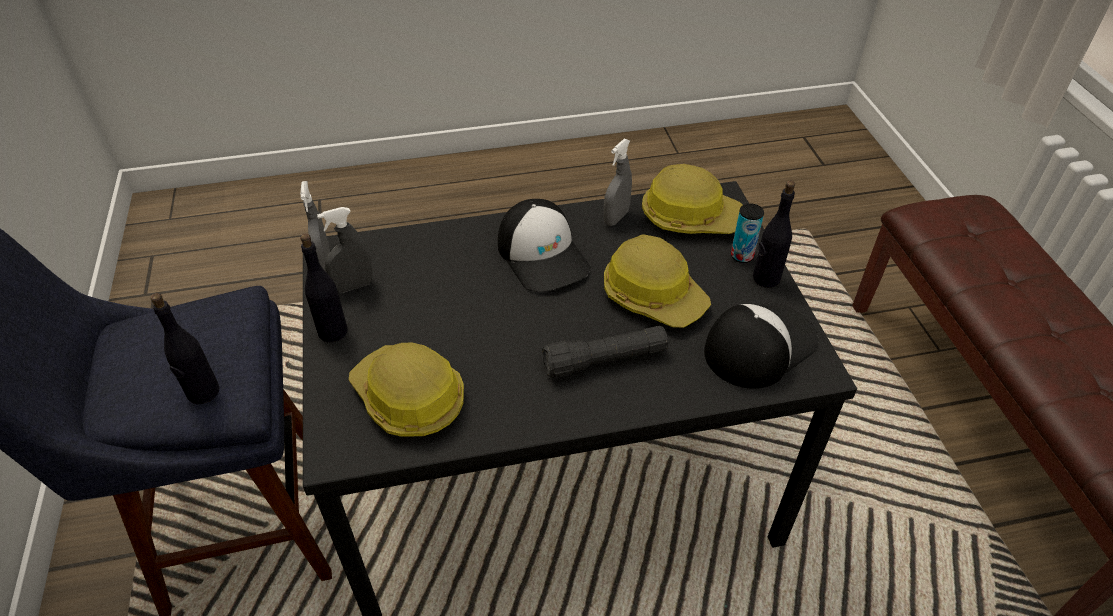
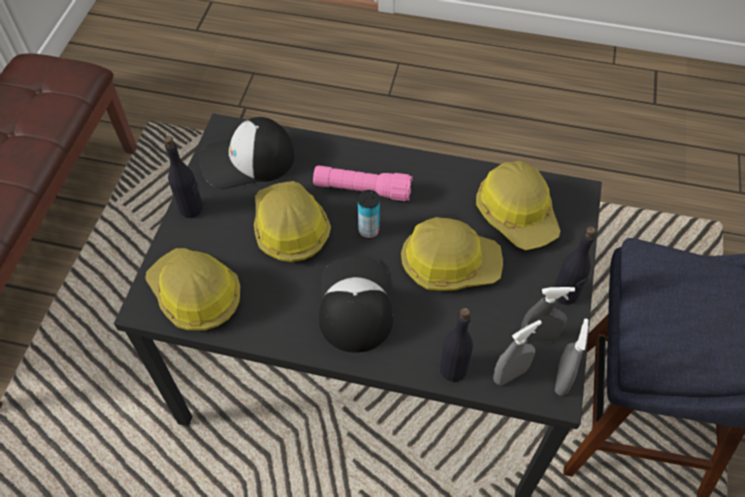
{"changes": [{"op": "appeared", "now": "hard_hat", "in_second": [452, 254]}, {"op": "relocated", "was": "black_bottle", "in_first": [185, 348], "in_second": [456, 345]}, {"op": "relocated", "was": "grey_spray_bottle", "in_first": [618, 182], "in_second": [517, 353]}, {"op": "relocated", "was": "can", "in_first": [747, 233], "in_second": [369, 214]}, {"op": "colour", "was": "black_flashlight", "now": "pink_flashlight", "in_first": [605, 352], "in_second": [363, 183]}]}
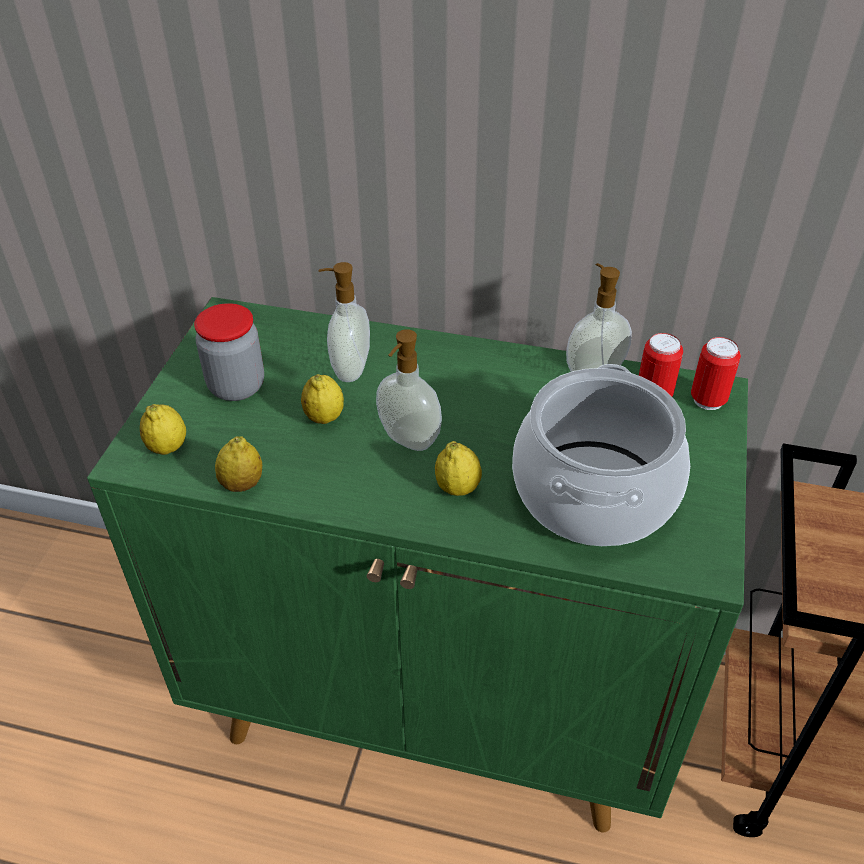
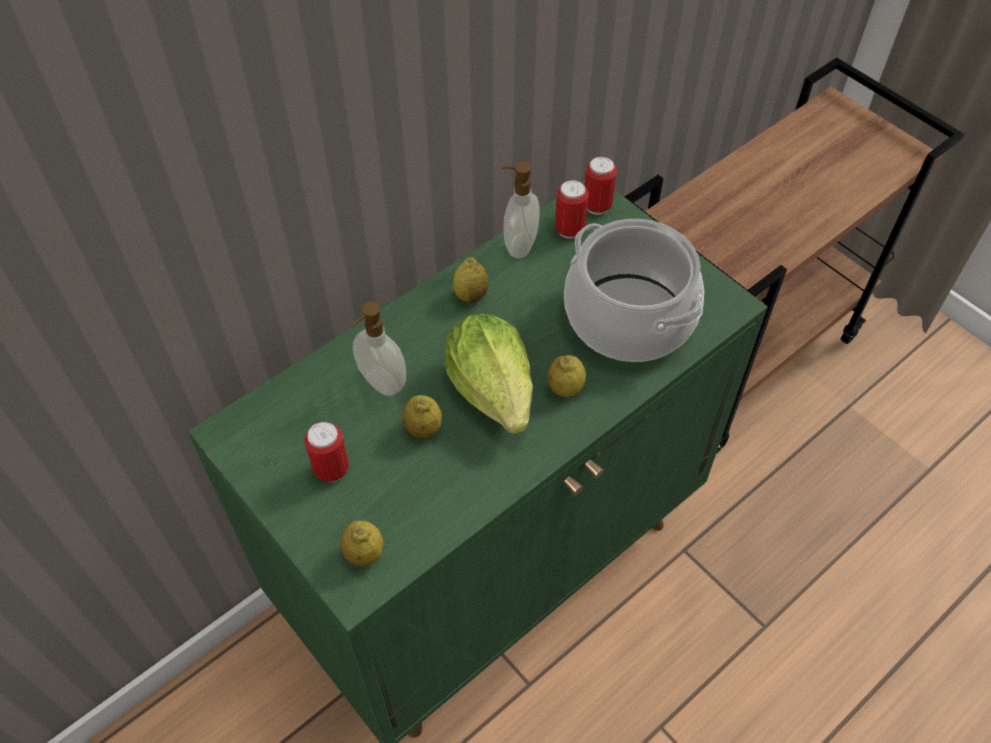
{"changes": [{"op": "relocated", "was": "lemon", "in_first": [238, 464], "in_second": [470, 280]}, {"op": "exchanged", "was": "jar", "now": "can", "in_first": [229, 352], "in_second": [326, 451]}, {"op": "exchanged", "was": "soap_dispenser", "now": "lettuce", "in_first": [409, 390], "in_second": [488, 374]}]}
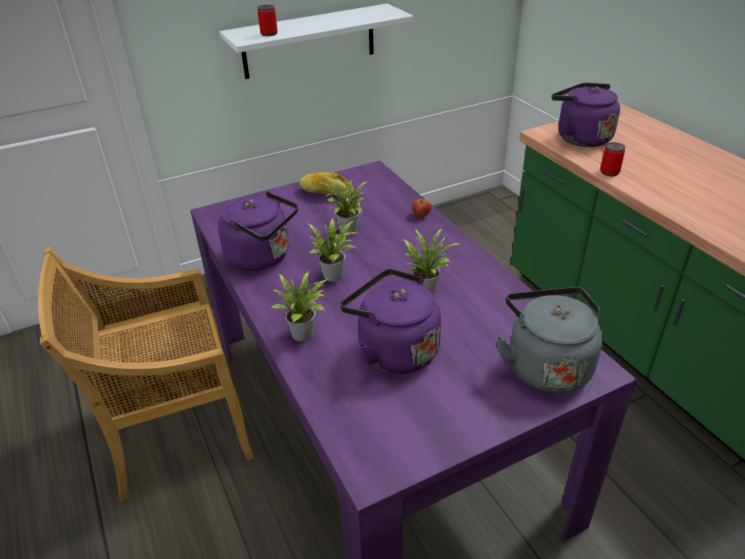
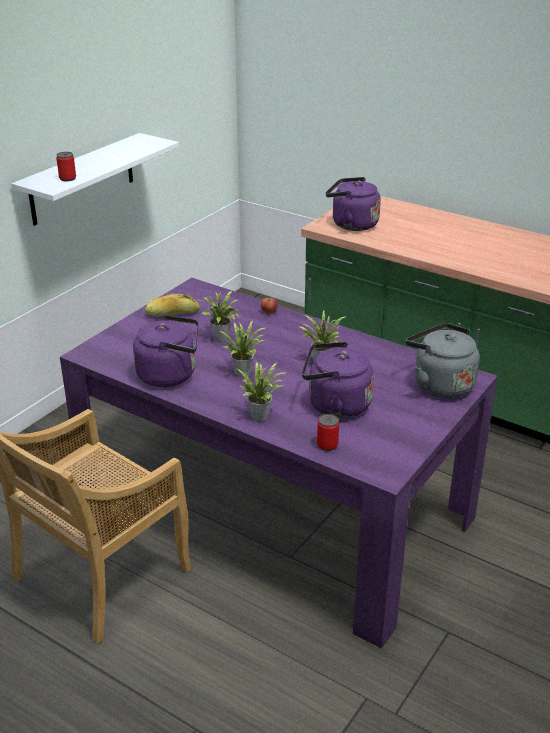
{"changes": [{"op": "relocated", "was": "can", "in_first": [612, 159], "in_second": [328, 432]}]}
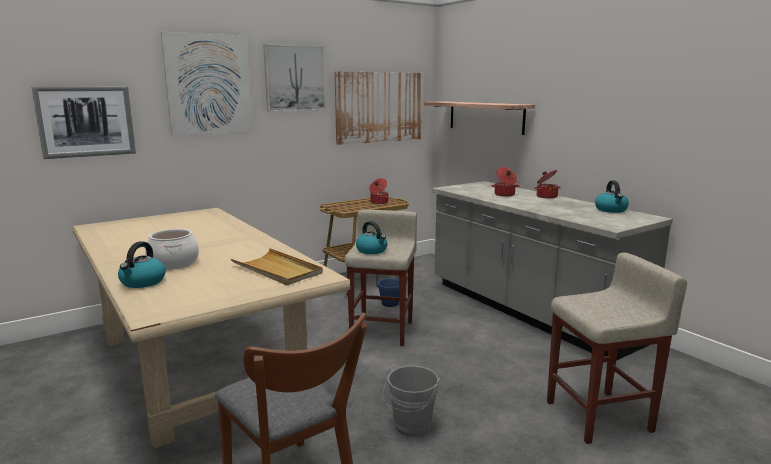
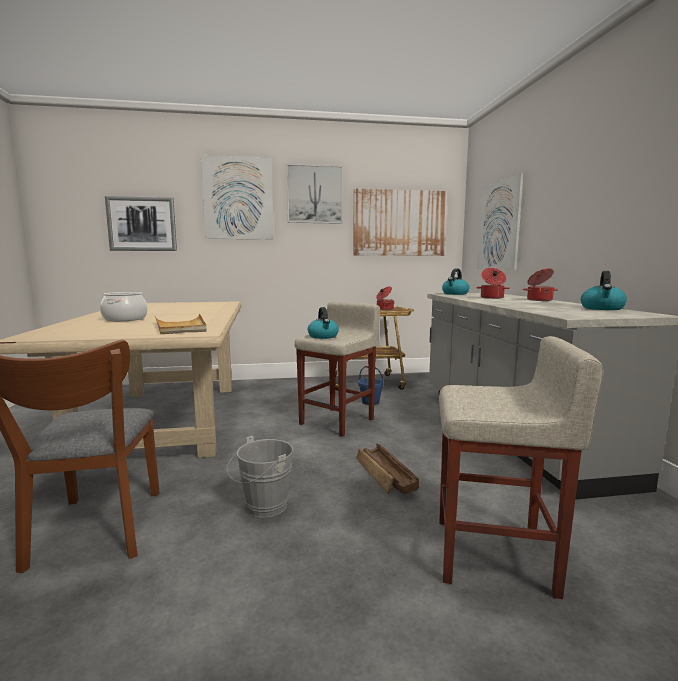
{"changes": [{"op": "appeared", "now": "crate", "in_second": [387, 469]}, {"op": "relocated", "was": "kettle", "in_first": [142, 265], "in_second": [455, 282]}, {"op": "exchanged", "was": "shelf", "now": "picture", "in_first": [479, 118], "in_second": [500, 221]}]}
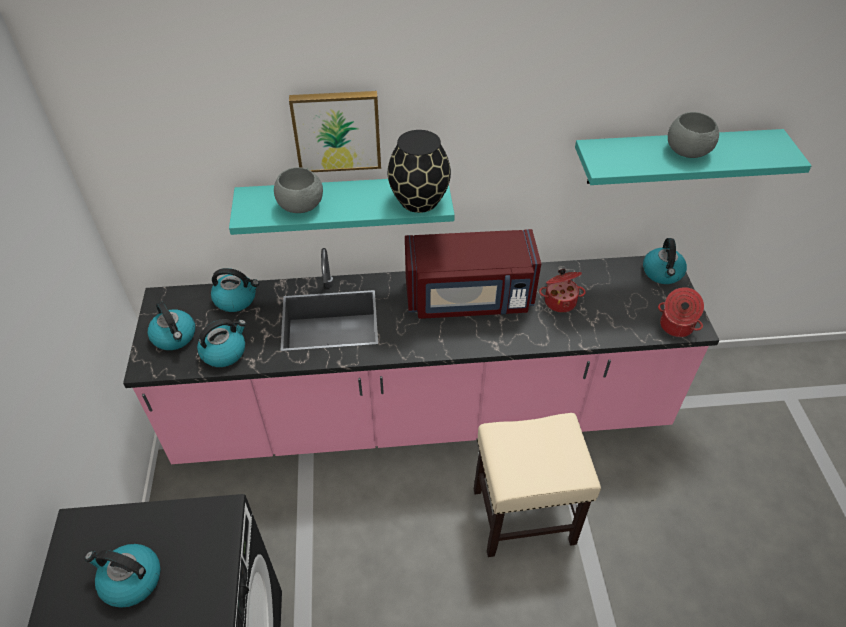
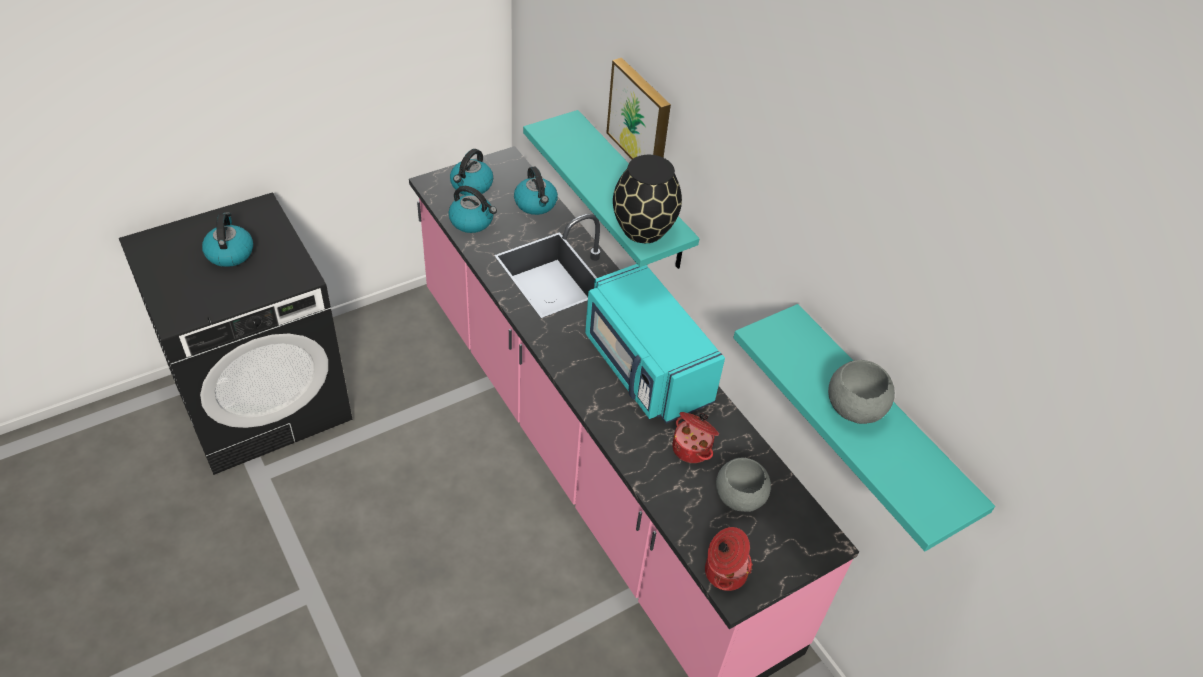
{"changes": [{"op": "missing", "was": "beige_stool", "in_first": [537, 485]}, {"op": "missing", "was": "kettle", "in_first": [665, 261]}, {"op": "relocated", "was": "grey_bowl", "in_first": [298, 190], "in_second": [743, 485]}, {"op": "colour", "was": "red_microwave", "now": "turquoise_microwave", "in_first": [473, 274], "in_second": [655, 344]}]}
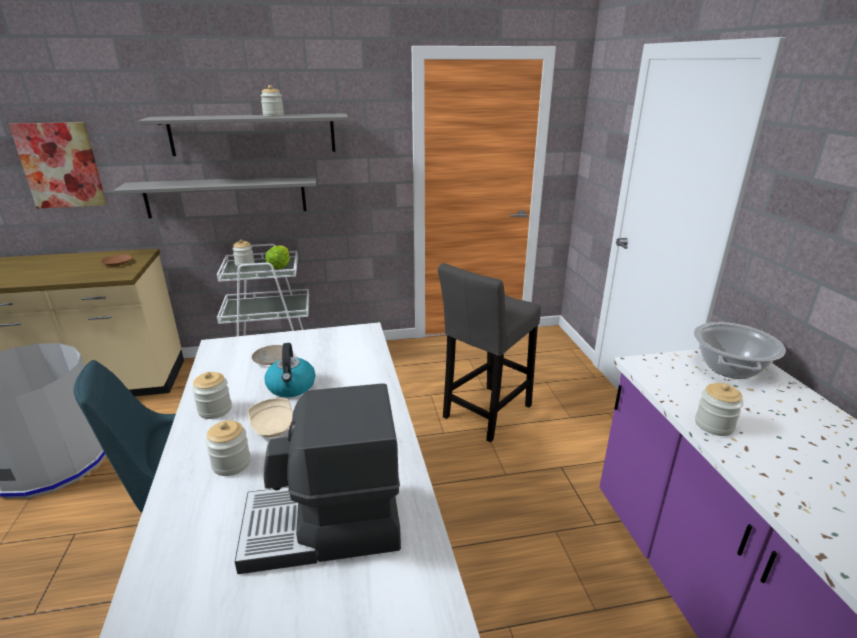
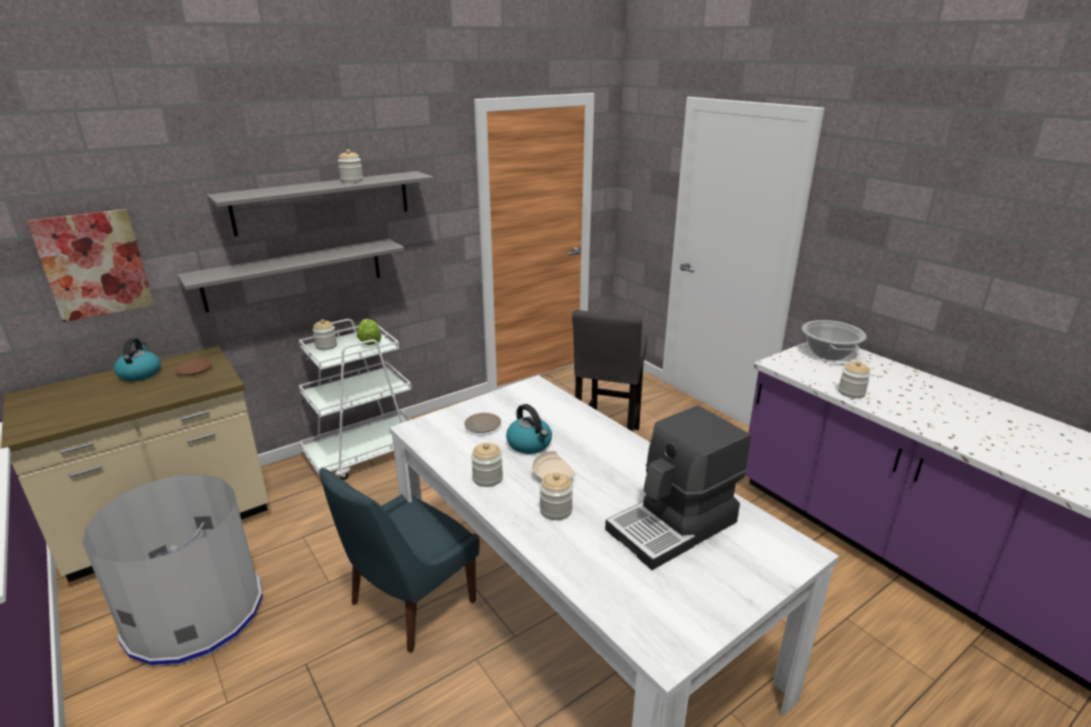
{"changes": [{"op": "appeared", "now": "kettle", "in_second": [137, 359]}]}
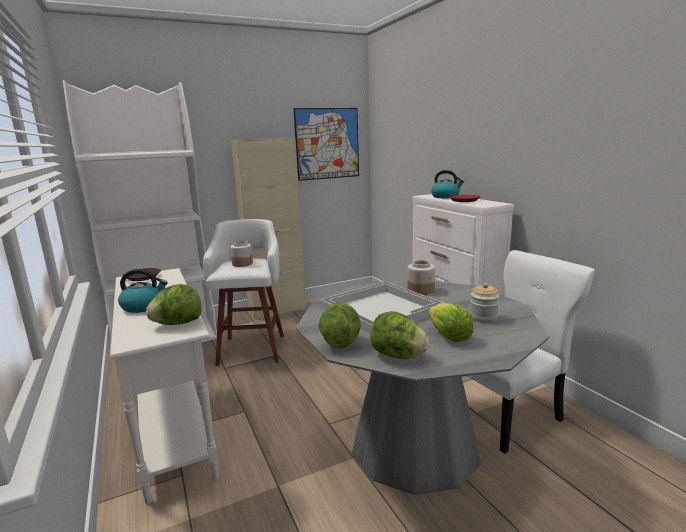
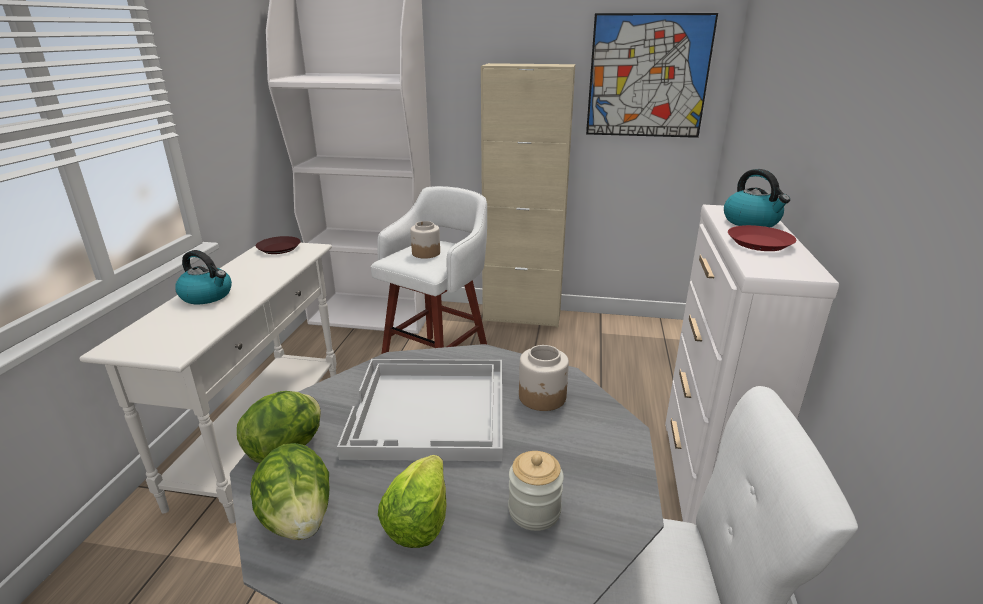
{"changes": [{"op": "missing", "was": "lettuce", "in_first": [174, 304]}]}
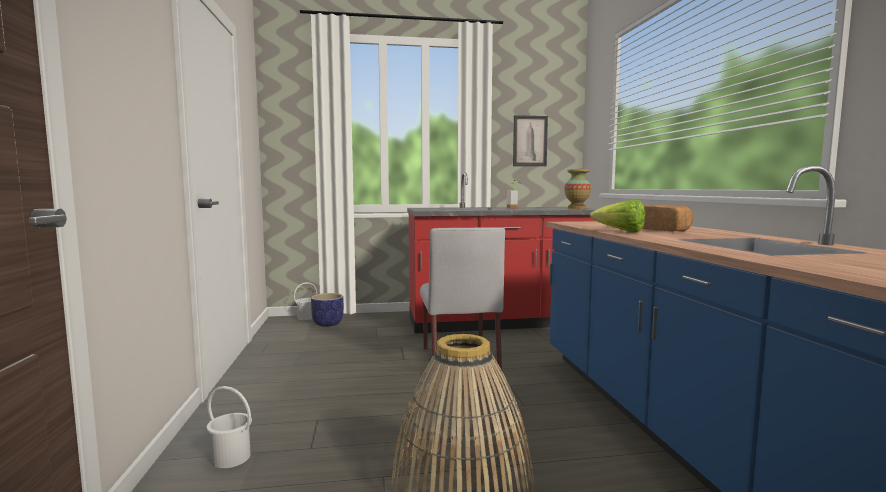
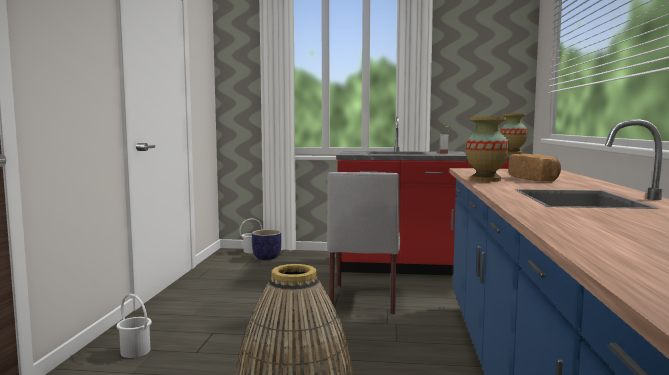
{"changes": [{"op": "missing", "was": "picture", "in_first": [530, 140]}, {"op": "exchanged", "was": "lettuce", "now": "vase", "in_first": [617, 216], "in_second": [487, 149]}]}
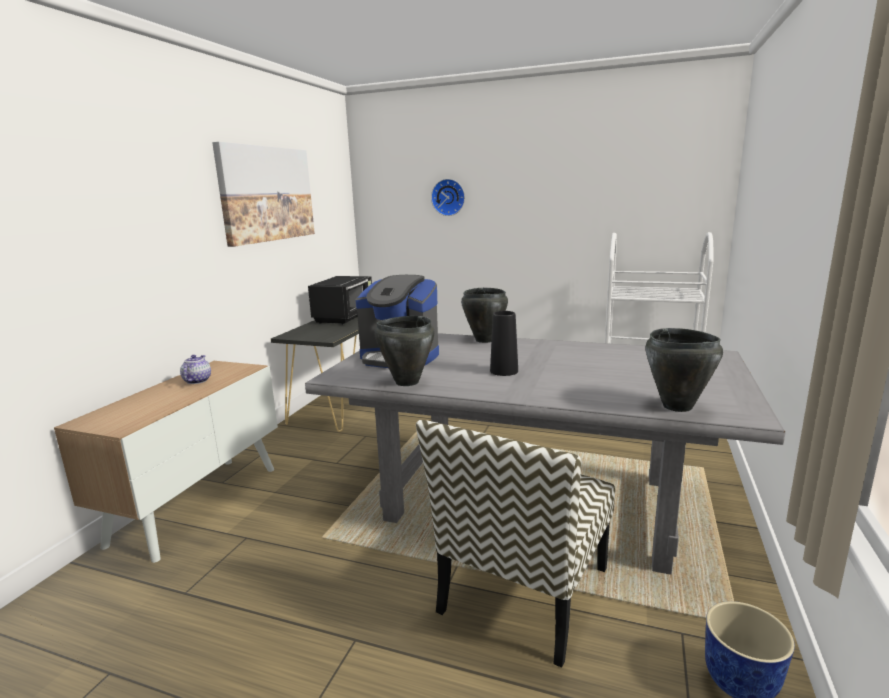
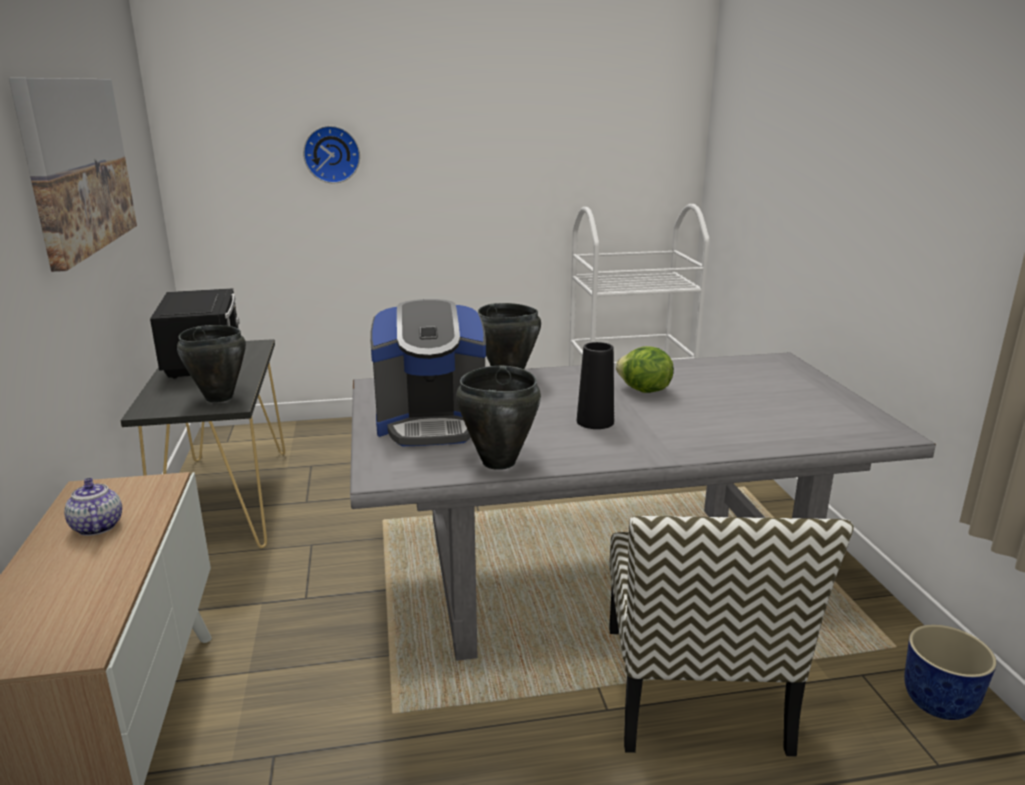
{"changes": [{"op": "appeared", "now": "lettuce", "in_second": [645, 369]}, {"op": "relocated", "was": "black_cooking_pot", "in_first": [684, 370], "in_second": [211, 364]}]}
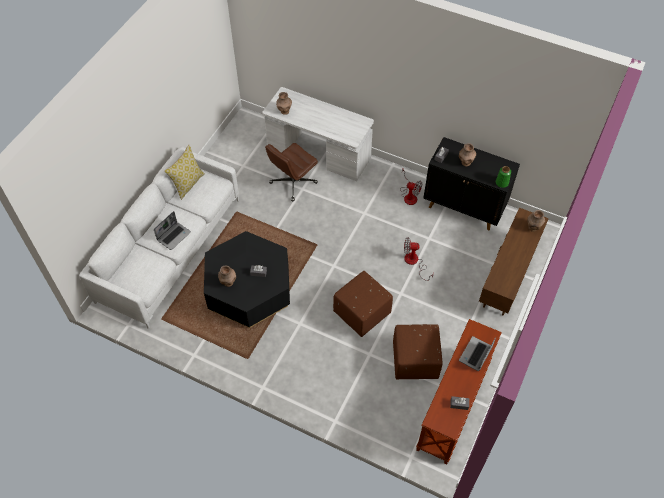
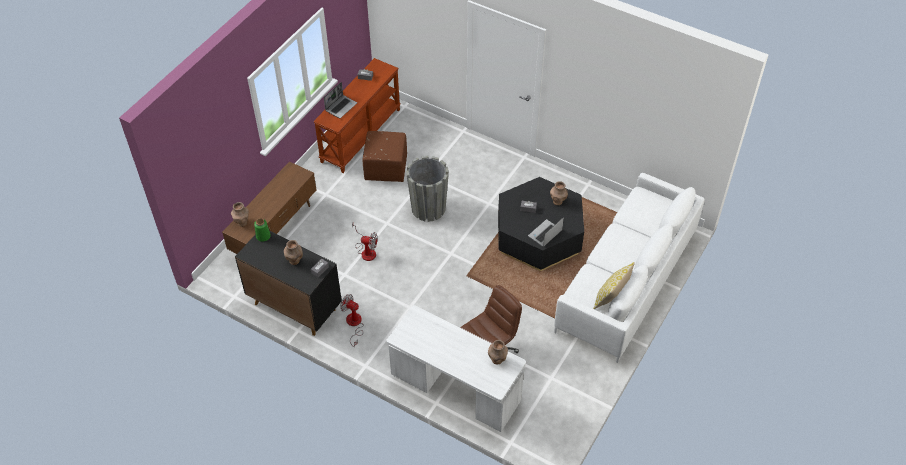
{"changes": [{"op": "relocated", "was": "laptop", "in_first": [172, 230], "in_second": [546, 232]}, {"op": "exchanged", "was": "brown_ottoman", "now": "grey_planter", "in_first": [363, 304], "in_second": [427, 189]}]}
